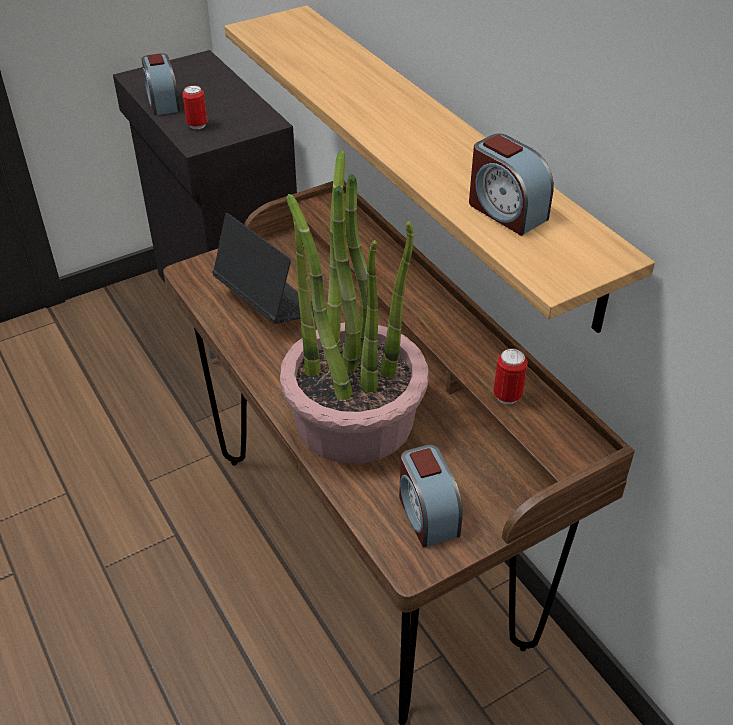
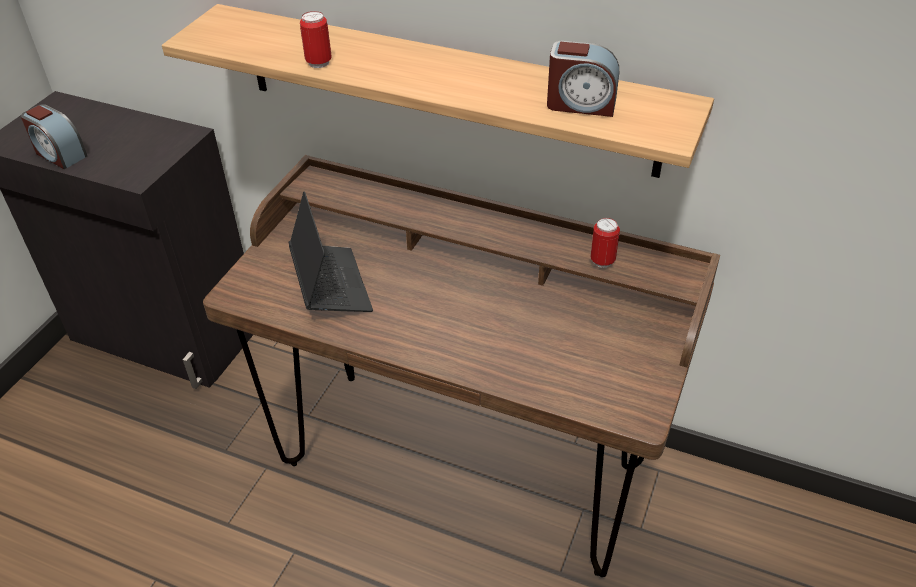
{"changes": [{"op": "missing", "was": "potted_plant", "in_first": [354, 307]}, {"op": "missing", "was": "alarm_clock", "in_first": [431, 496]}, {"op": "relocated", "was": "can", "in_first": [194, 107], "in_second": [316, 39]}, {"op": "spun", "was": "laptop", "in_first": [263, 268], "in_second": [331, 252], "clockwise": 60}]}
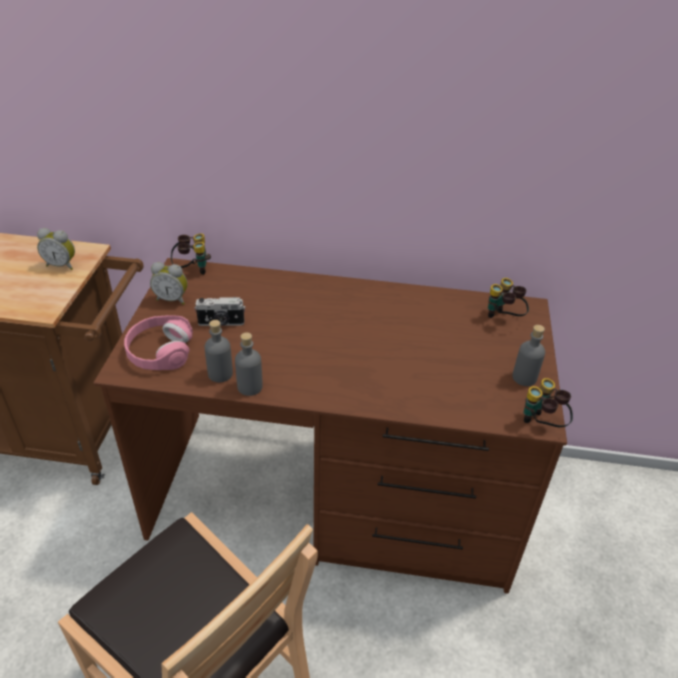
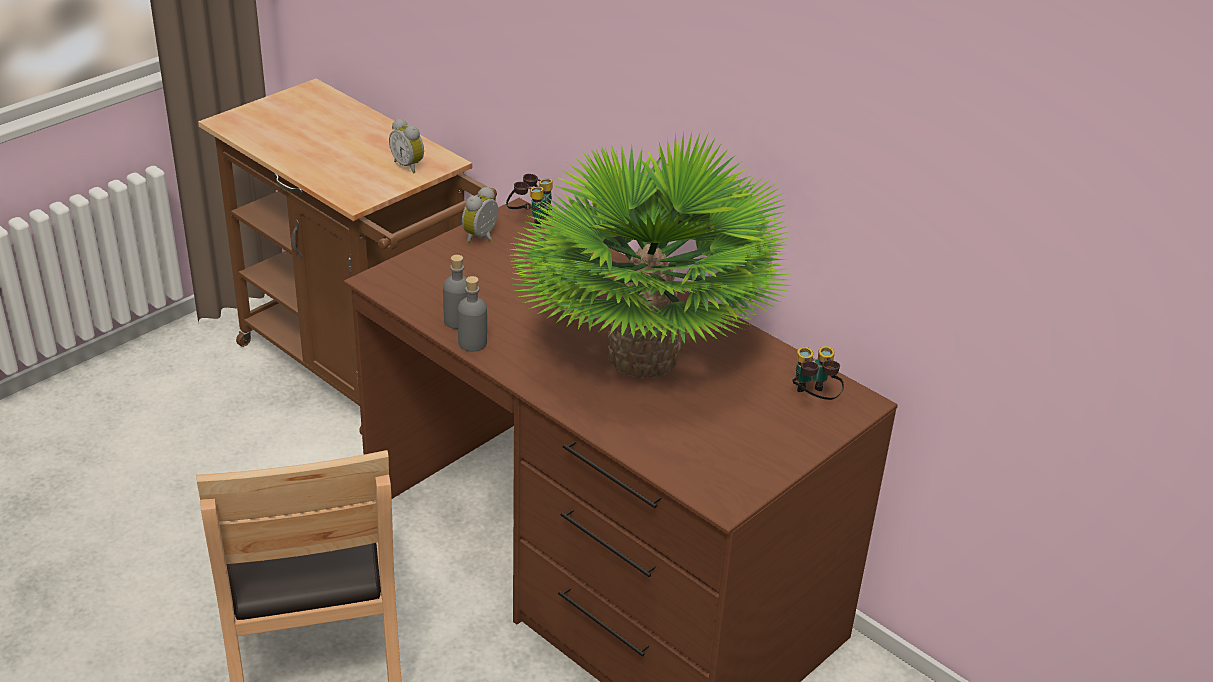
{"changes": [{"op": "missing", "was": "pink_headphones", "in_first": [158, 342]}, {"op": "missing", "was": "photo_camera", "in_first": [219, 311]}, {"op": "missing", "was": "grey_bottle", "in_first": [528, 355]}, {"op": "missing", "was": "binoculars", "in_first": [548, 402]}, {"op": "appeared", "now": "potted_plant", "in_second": [651, 255]}, {"op": "spun", "was": "alarm_clock", "in_first": [169, 283], "in_second": [480, 215], "clockwise": 75}]}
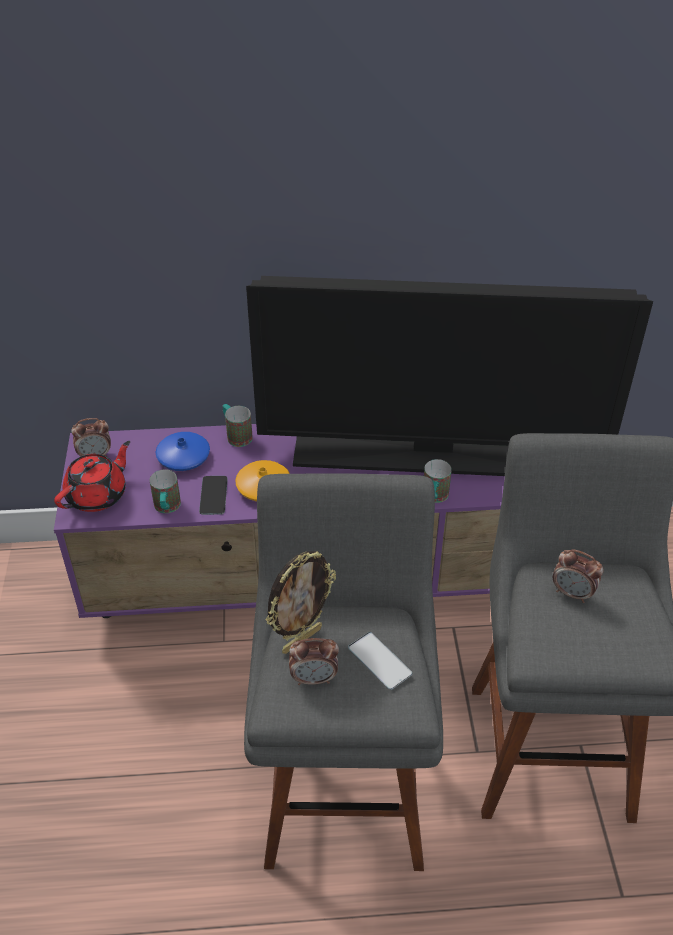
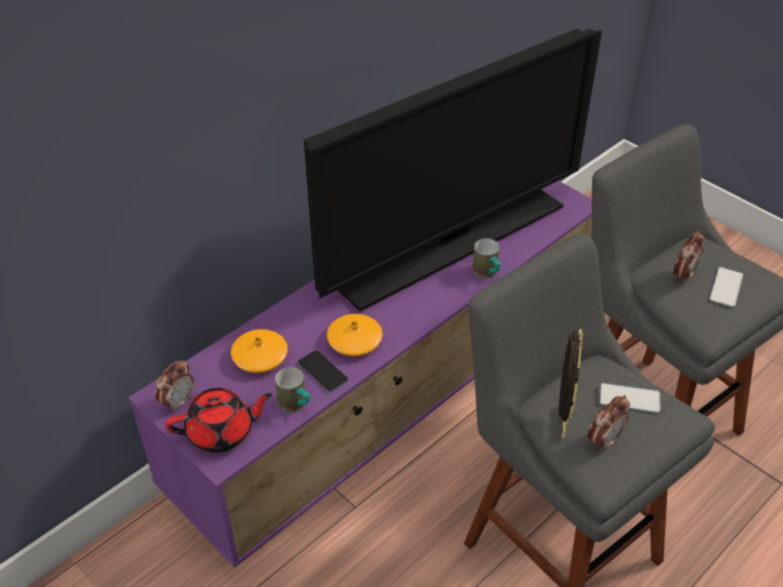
{"changes": [{"op": "missing", "was": "mug", "in_first": [238, 425]}, {"op": "appeared", "now": "phone", "in_second": [727, 287]}, {"op": "colour", "was": "blue_vase", "now": "orange_vase", "in_first": [183, 451], "in_second": [259, 351]}, {"op": "spun", "was": "red_teapot", "in_first": [92, 476], "in_second": [219, 420], "clockwise": 75}, {"op": "spun", "was": "alarm_clock", "in_first": [578, 576], "in_second": [689, 257], "clockwise": -45}]}
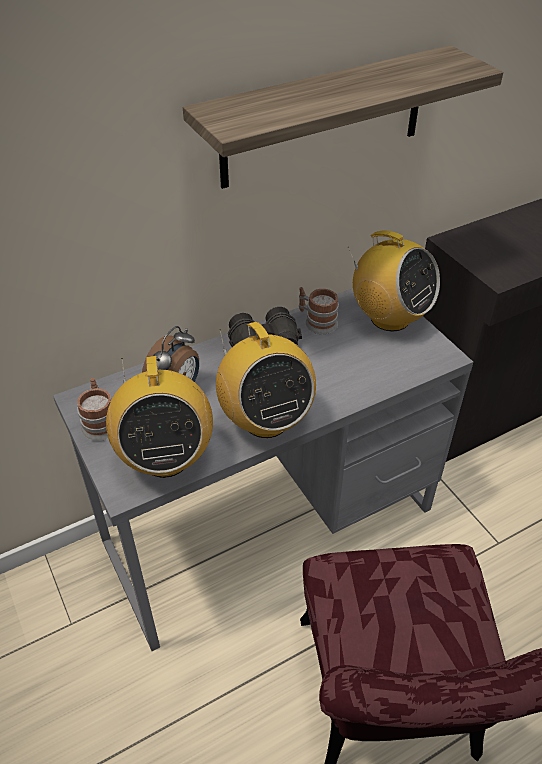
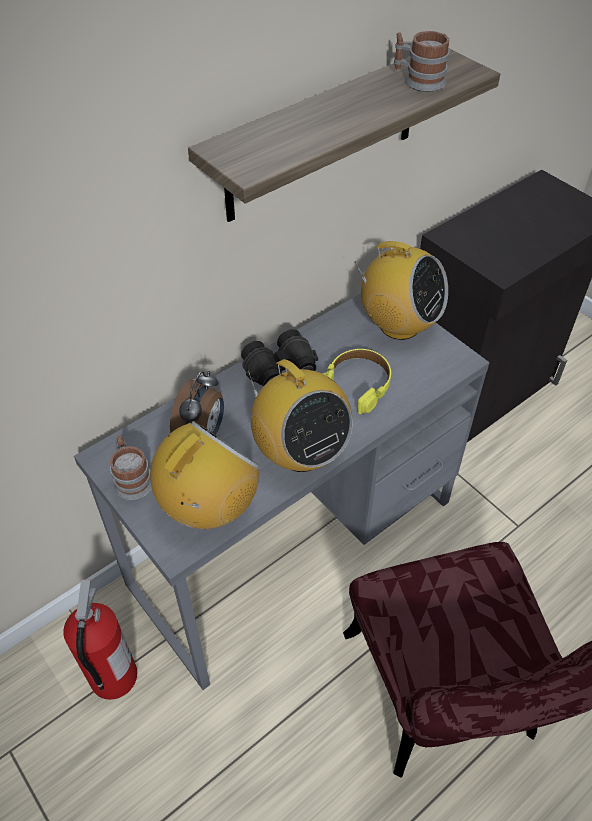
{"changes": [{"op": "appeared", "now": "fire_extinguisher", "in_second": [100, 639]}, {"op": "appeared", "now": "yellow_headphones", "in_second": [357, 381]}, {"op": "relocated", "was": "mug", "in_first": [319, 310], "in_second": [422, 61]}, {"op": "spun", "was": "radio", "in_first": [159, 417], "in_second": [204, 475], "clockwise": -120}]}
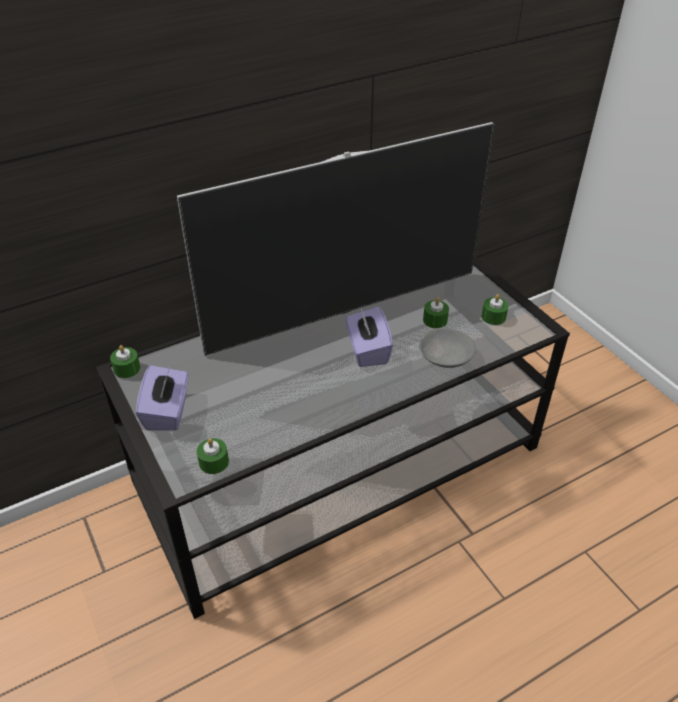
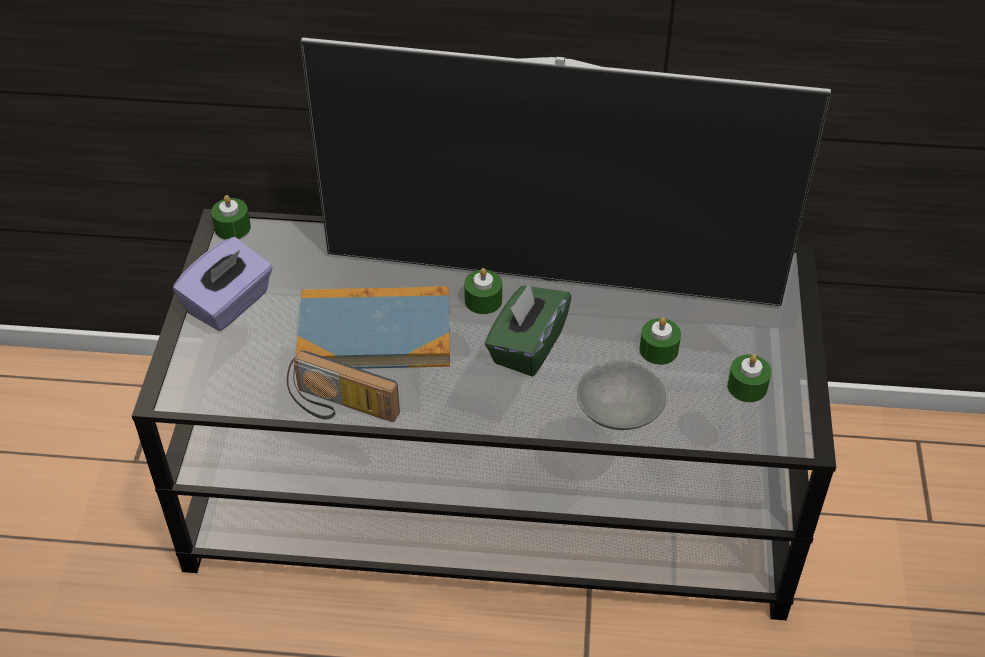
{"changes": [{"op": "appeared", "now": "radio", "in_second": [343, 386]}, {"op": "appeared", "now": "book", "in_second": [373, 327]}, {"op": "relocated", "was": "green_candle", "in_first": [213, 456], "in_second": [483, 291]}, {"op": "colour", "was": "purple_tissue_box", "now": "green_tissue_box", "in_first": [369, 337], "in_second": [528, 329]}]}
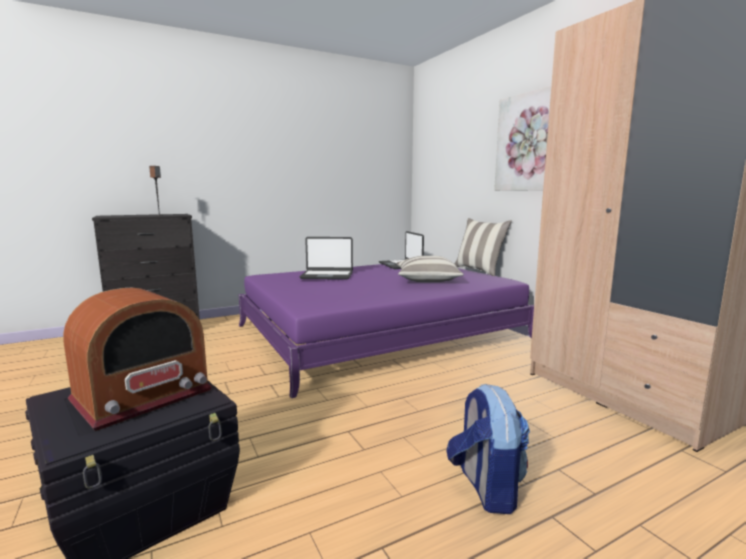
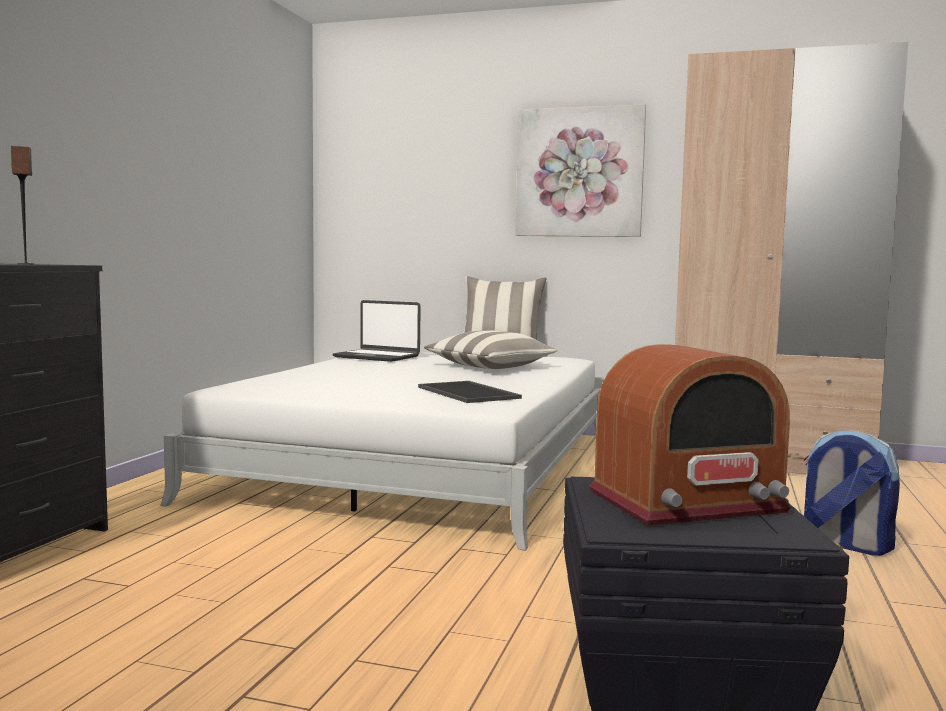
{"changes": [{"op": "missing", "was": "laptop", "in_first": [326, 258]}, {"op": "appeared", "now": "tray", "in_second": [470, 392]}, {"op": "colour", "was": "purple_bed", "now": "white_bed", "in_first": [386, 331], "in_second": [380, 451]}, {"op": "spun", "was": "radio", "in_first": [137, 359], "in_second": [690, 435], "clockwise": 75}]}
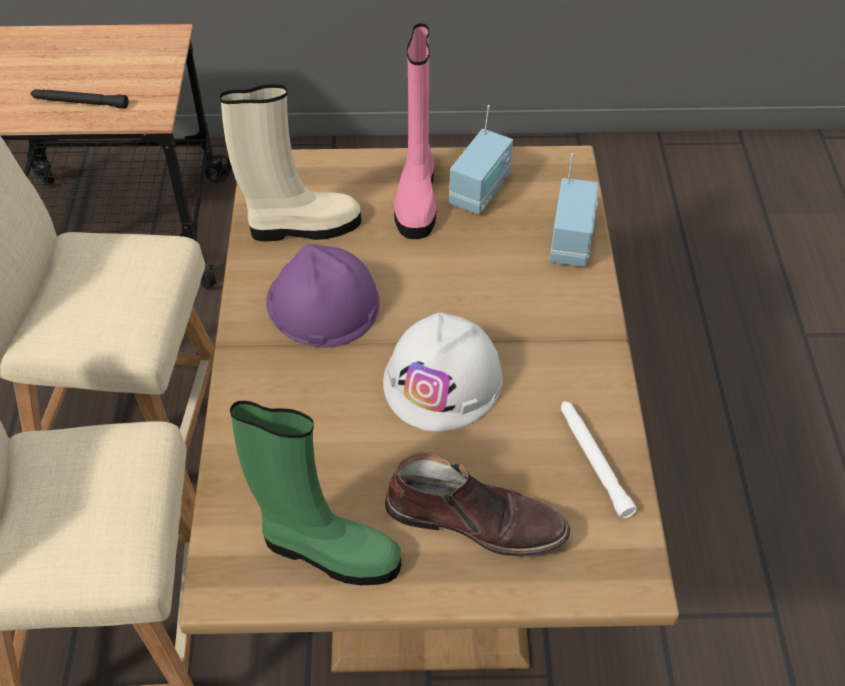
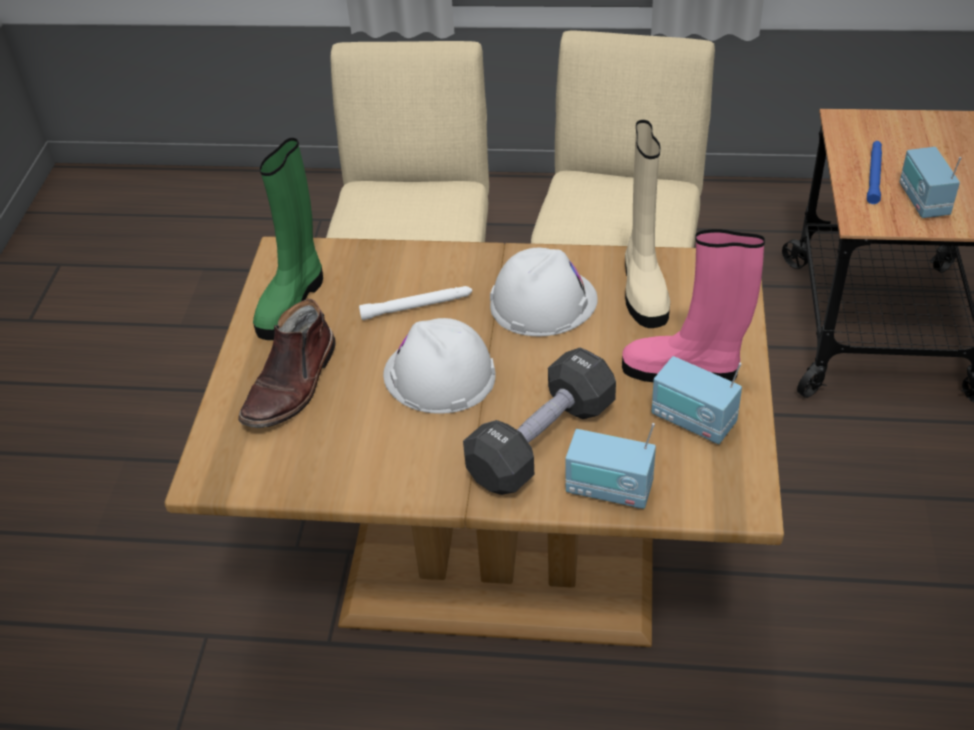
{"changes": [{"op": "appeared", "now": "black_dumbbell", "in_second": [539, 421]}, {"op": "appeared", "now": "radio", "in_second": [930, 182]}, {"op": "relocated", "was": "white_flashlight", "in_first": [599, 460], "in_second": [415, 303]}, {"op": "colour", "was": "black_flashlight", "now": "blue_flashlight", "in_first": [79, 99], "in_second": [874, 172]}, {"op": "colour", "was": "purple_hard_hat", "now": "white_hard_hat", "in_first": [323, 295], "in_second": [544, 292]}]}
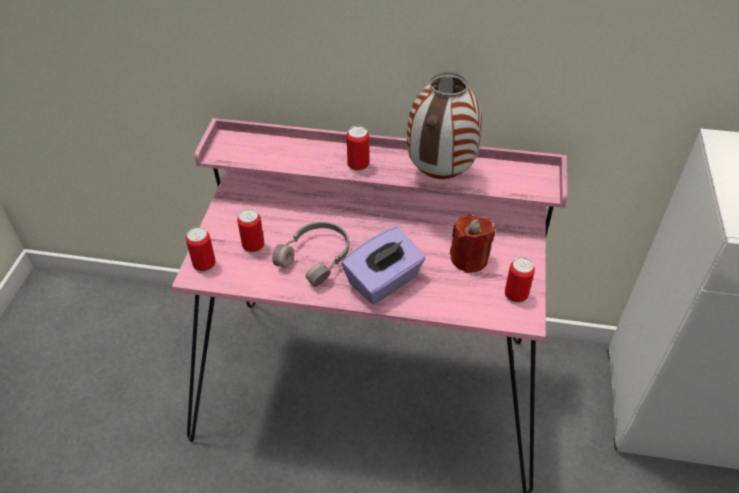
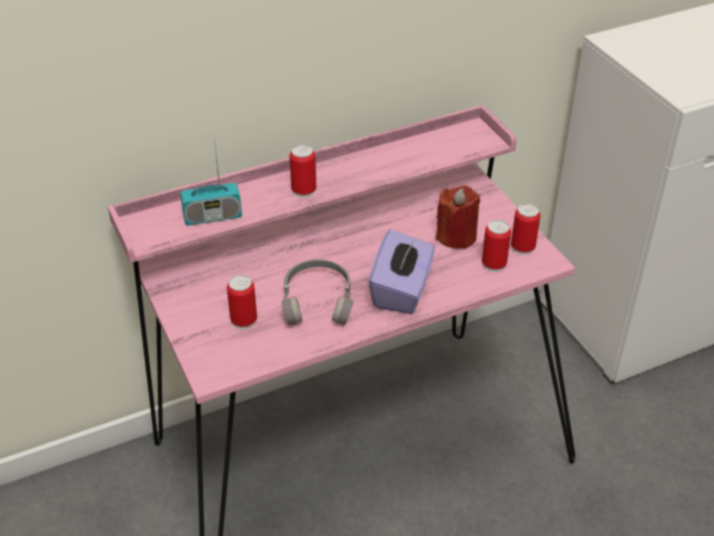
{"changes": [{"op": "missing", "was": "vase", "in_first": [444, 125]}, {"op": "appeared", "now": "radio", "in_second": [211, 183]}, {"op": "relocated", "was": "can", "in_first": [201, 250], "in_second": [496, 246]}]}
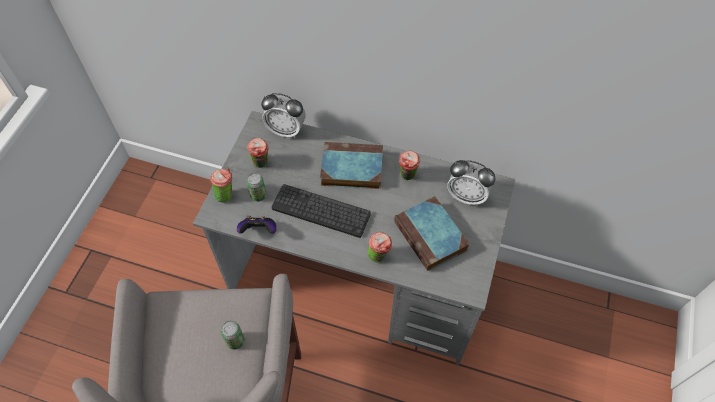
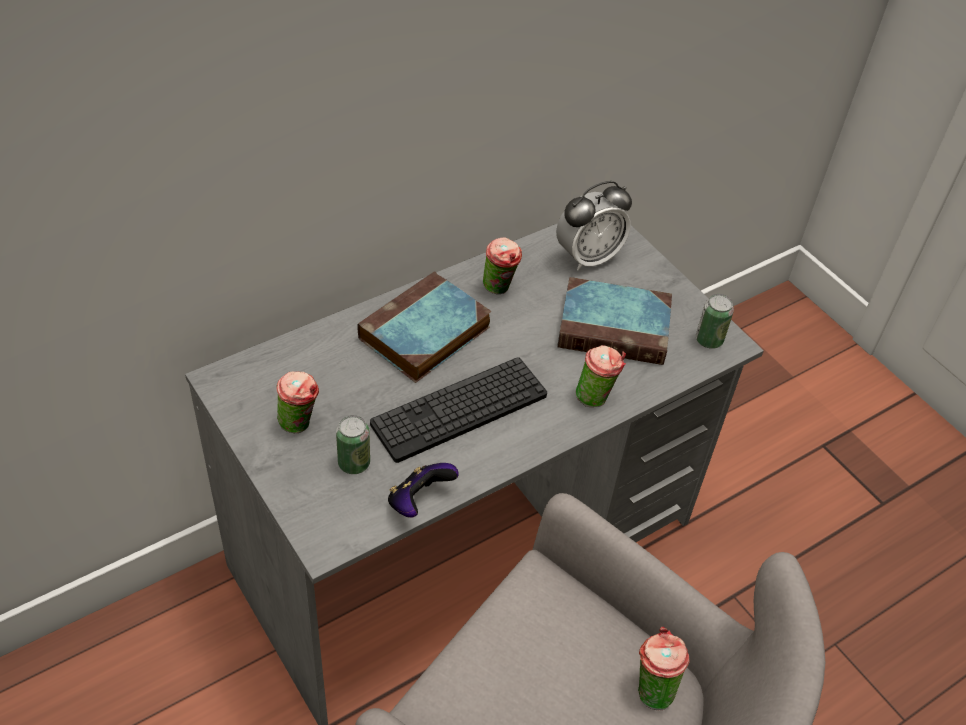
{"changes": [{"op": "missing", "was": "alarm_clock", "in_first": [283, 115]}, {"op": "relocated", "was": "cup", "in_first": [221, 185], "in_second": [664, 668]}, {"op": "relocated", "was": "can", "in_first": [232, 335], "in_second": [715, 321]}]}
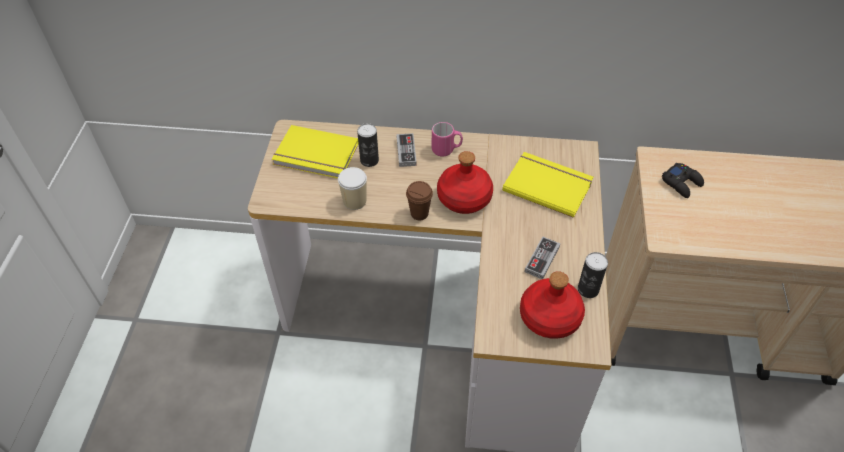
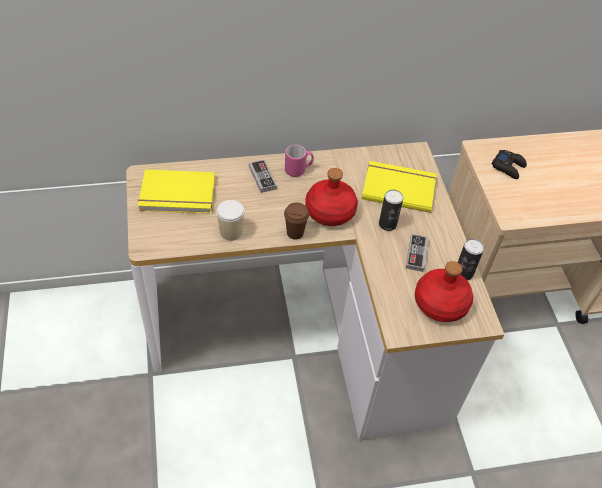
{"changes": [{"op": "relocated", "was": "can", "in_first": [368, 145], "in_second": [391, 210]}]}
